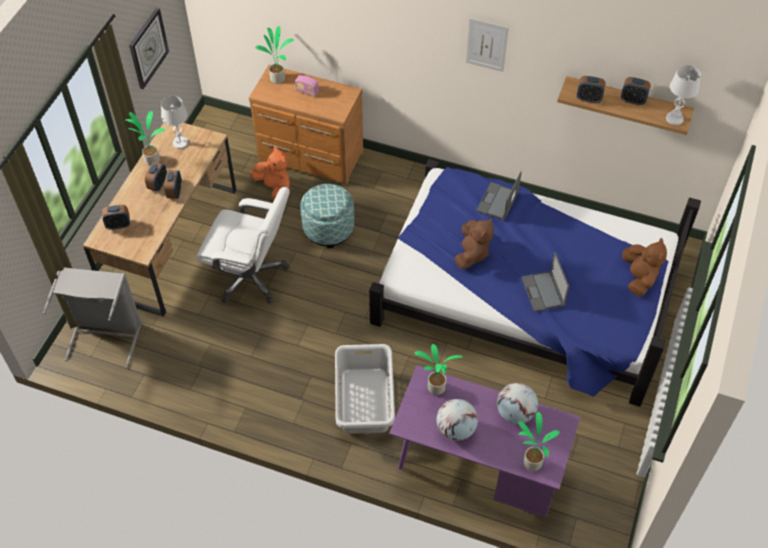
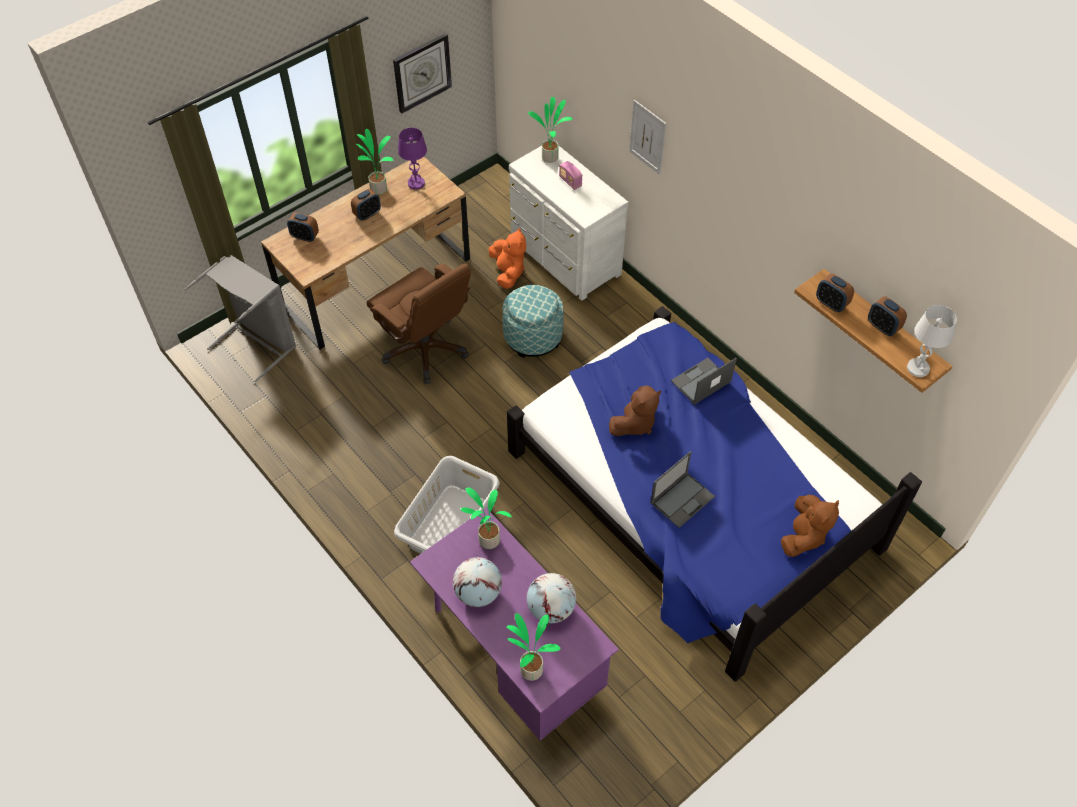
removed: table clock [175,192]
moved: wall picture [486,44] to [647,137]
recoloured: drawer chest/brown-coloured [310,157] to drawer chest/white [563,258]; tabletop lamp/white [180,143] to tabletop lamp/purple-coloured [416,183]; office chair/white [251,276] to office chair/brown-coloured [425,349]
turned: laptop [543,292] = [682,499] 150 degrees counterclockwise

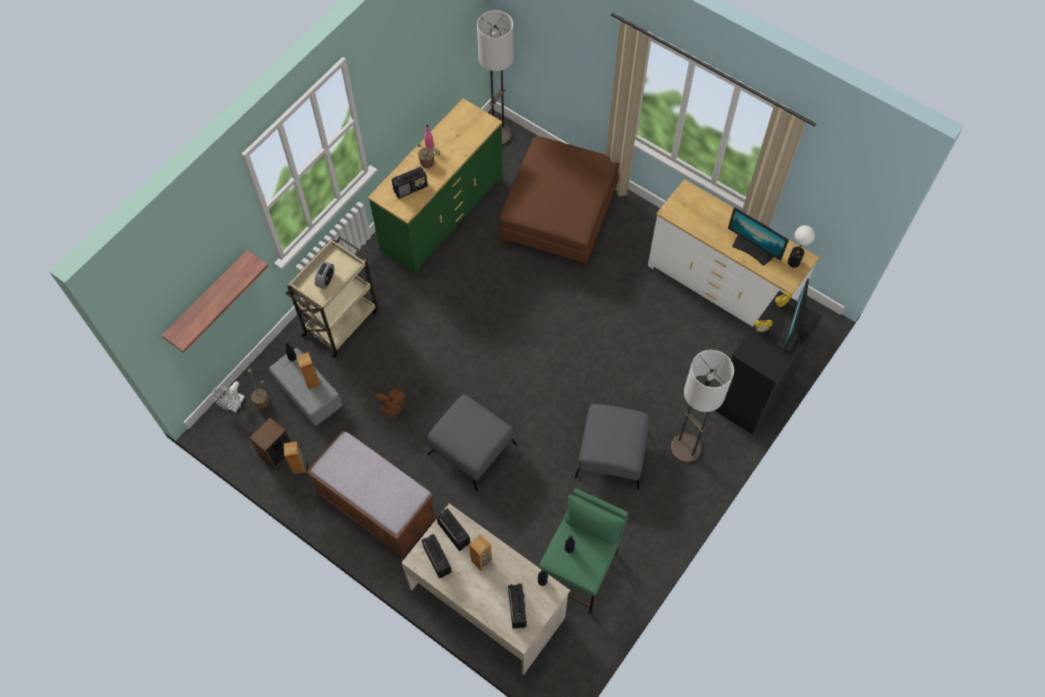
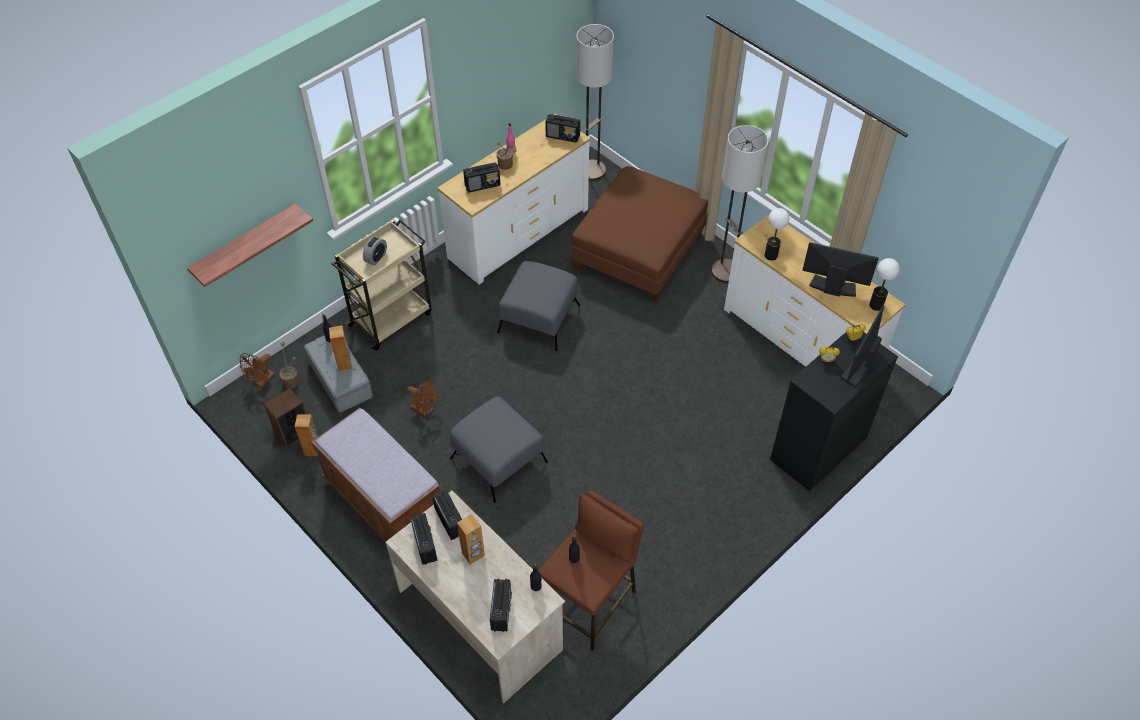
added: radio set [563,136]; tabletop lamp [771,255]
moved: standard lamp [686,448] to [726,271]; ottoman/greyish [611,454] to [538,319]
recoloured: drawer chest/green [441,214] to drawer chest/white [518,233]; cooling fan/white [234,405] to cooling fan/brown-coloured [262,381]; stool/green [579,571] to stool/brown-coloured [589,603]
turned: computer screen [752,249] = [833,287] 150 degrees clockwise

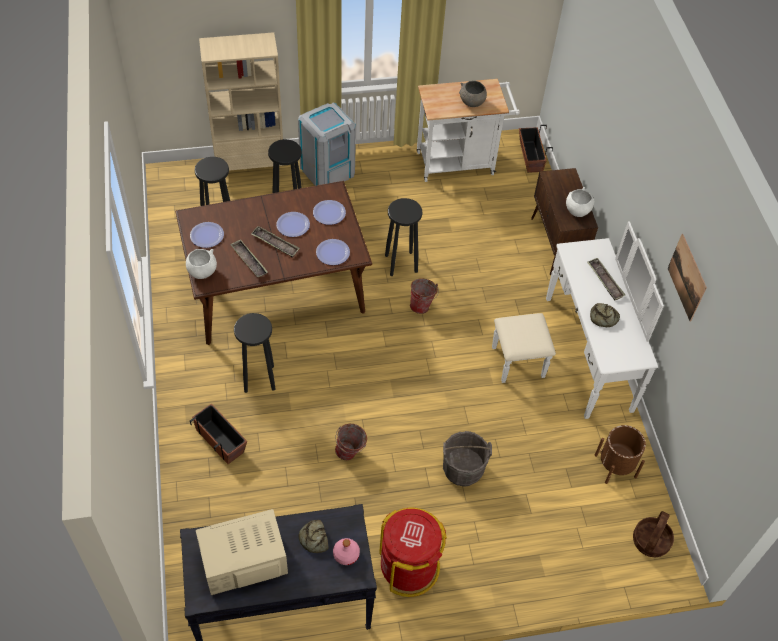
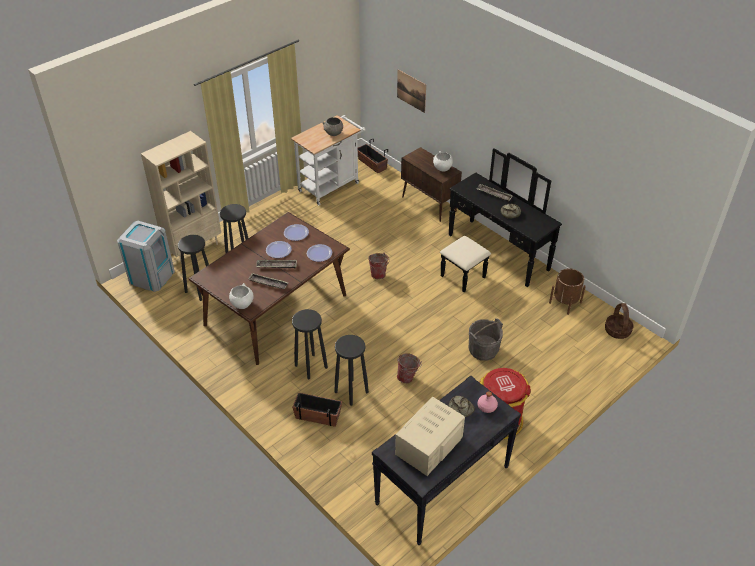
removed: flat dish [207,235]
moved: waste bin/greyish [327,170] to [151,276]; stool/black [401,264] to [351,392]; wall picture [686,277] to [411,91]
recoloured: drawer chest/white [572,355] to drawer chest/black [490,258]

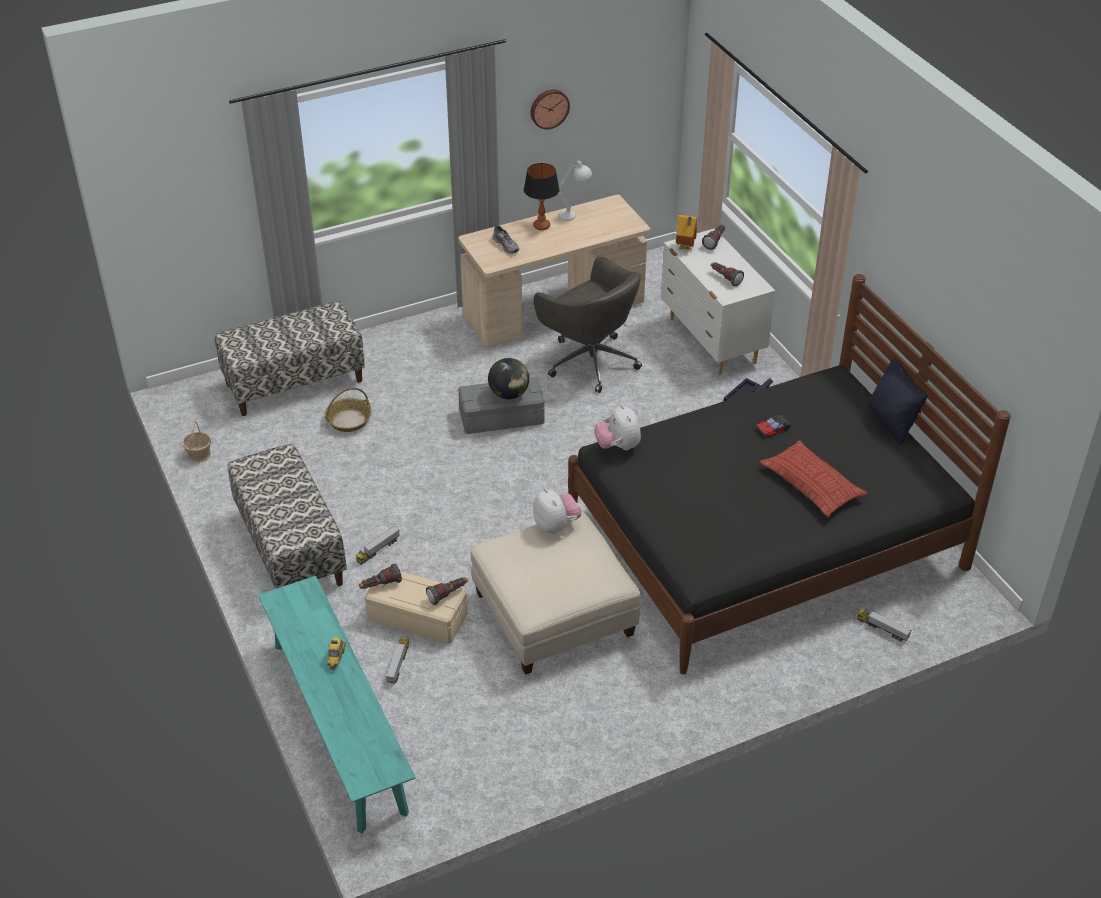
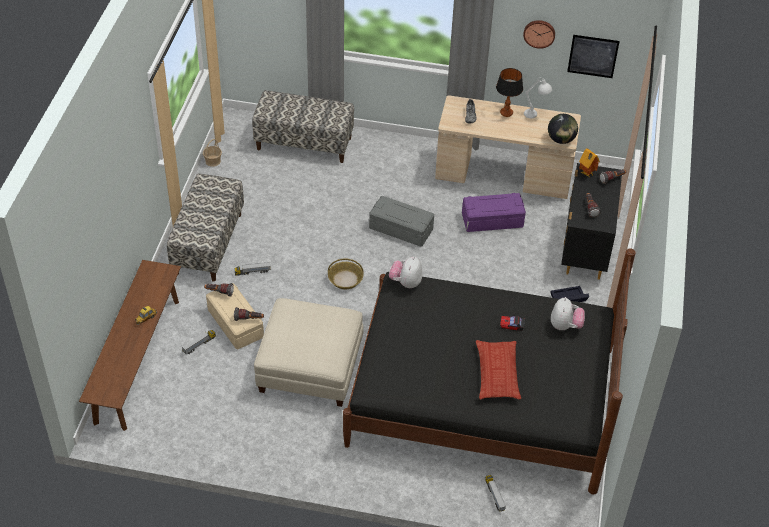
removed: pillow/black [891,423]
added: wall picture [593,56]
moved: desk globe [509,394] to [561,140]; basket [349,420] to [345,279]; soft toy [556,526] to [565,326]
replaced: office chair/greyish [590,361] to storage container/purple-coloured [492,221]
recoloured: drawer chest/white [712,341] to drawer chest/black [585,249]; indoor bench/turquoise [338,726] to indoor bench/brown-coloured [137,360]

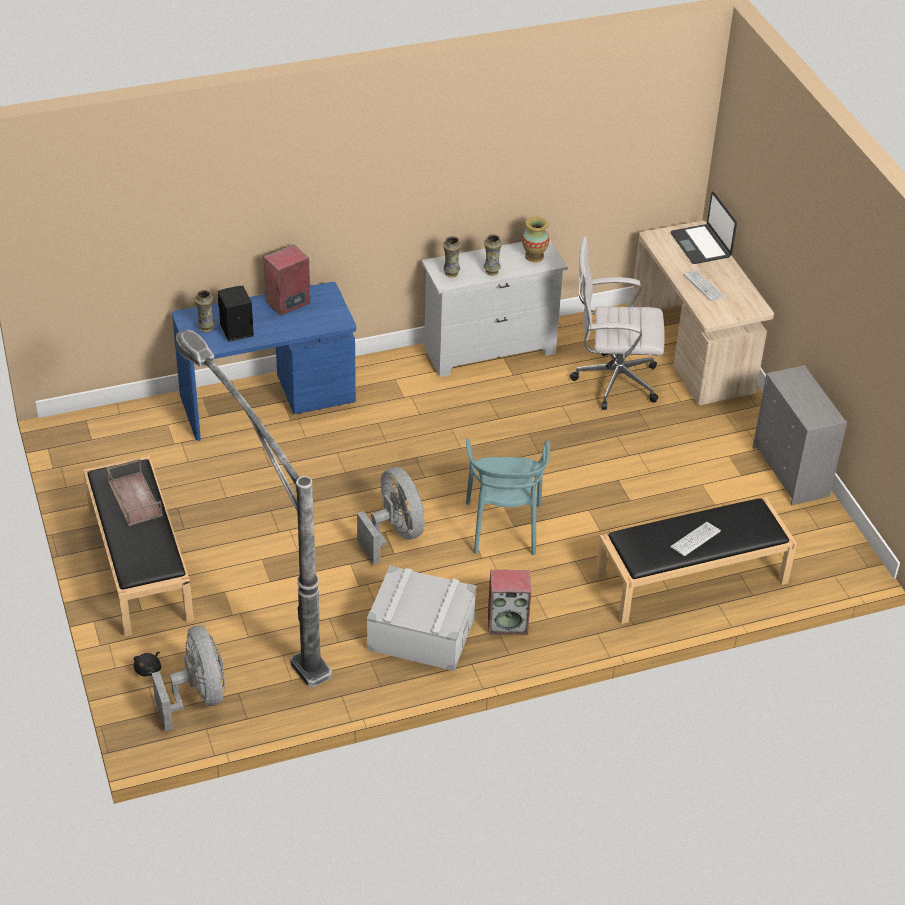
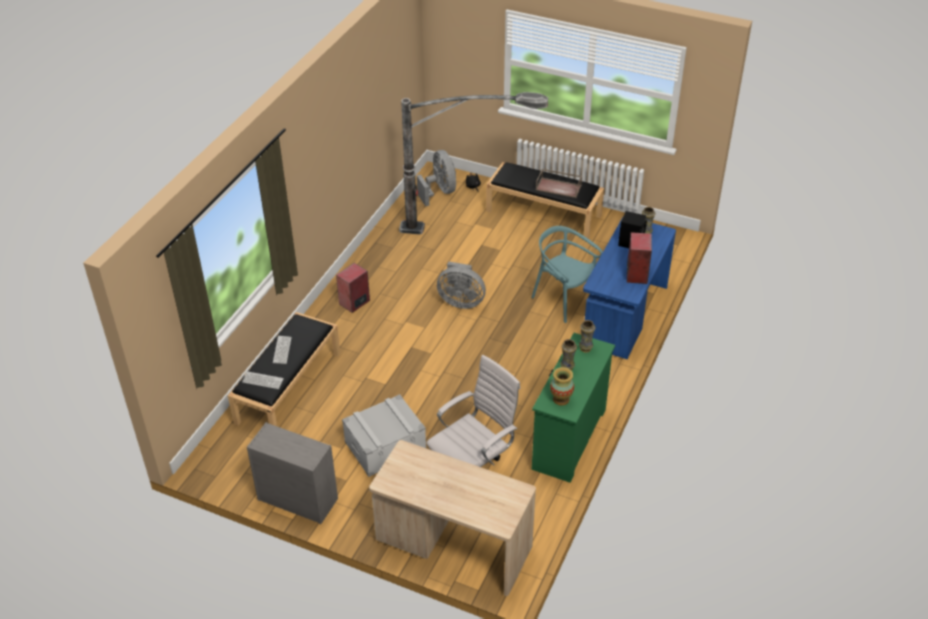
removed: laptop [701,245]
moved: keyboard [703,286] to [263,381]; chair/turquoise [503,527] to [563,299]; storage container/greyish [421,634] to [385,446]
recoloured: drawer chest/white [490,350] to drawer chest/green [569,439]
turned: cooling fan/greyish [198,697] = [440,192] 135 degrees counterclockwise

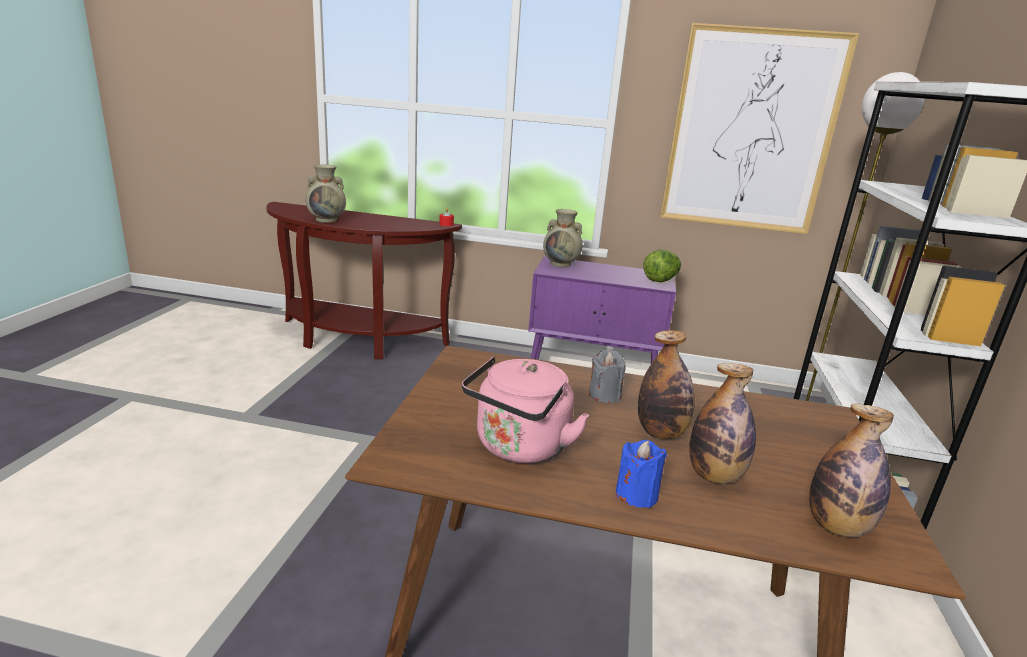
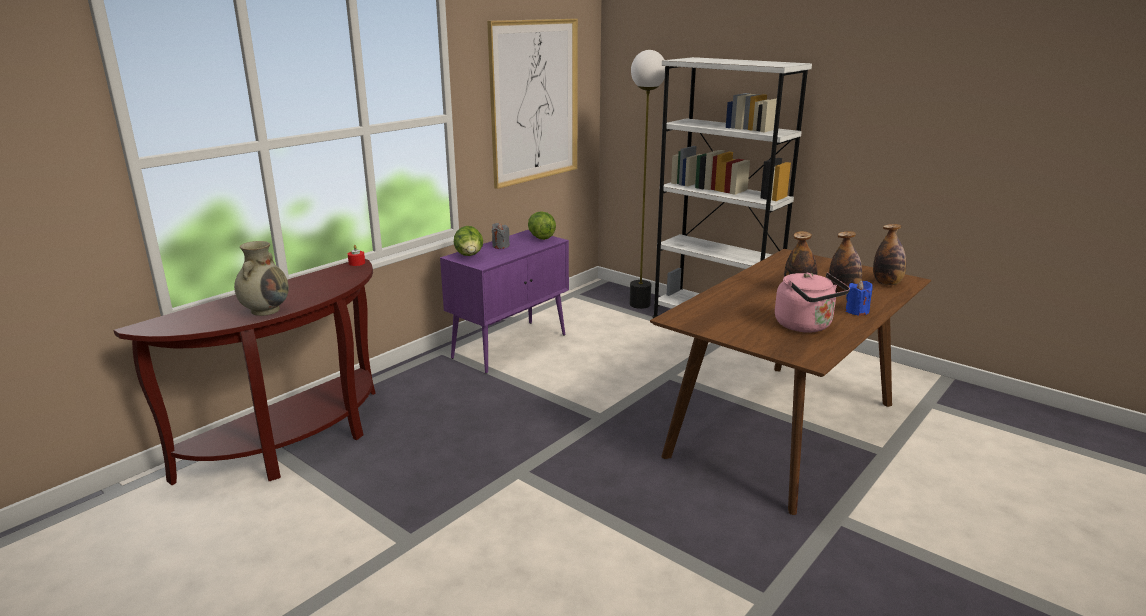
moved: candle/greyish [604,395] to [500,246]
replaced: decorative vase/beige-coloured [561,264] to lettuce head [469,256]

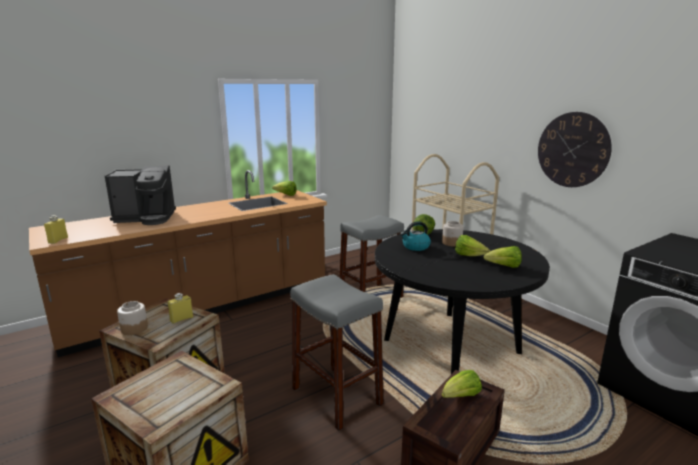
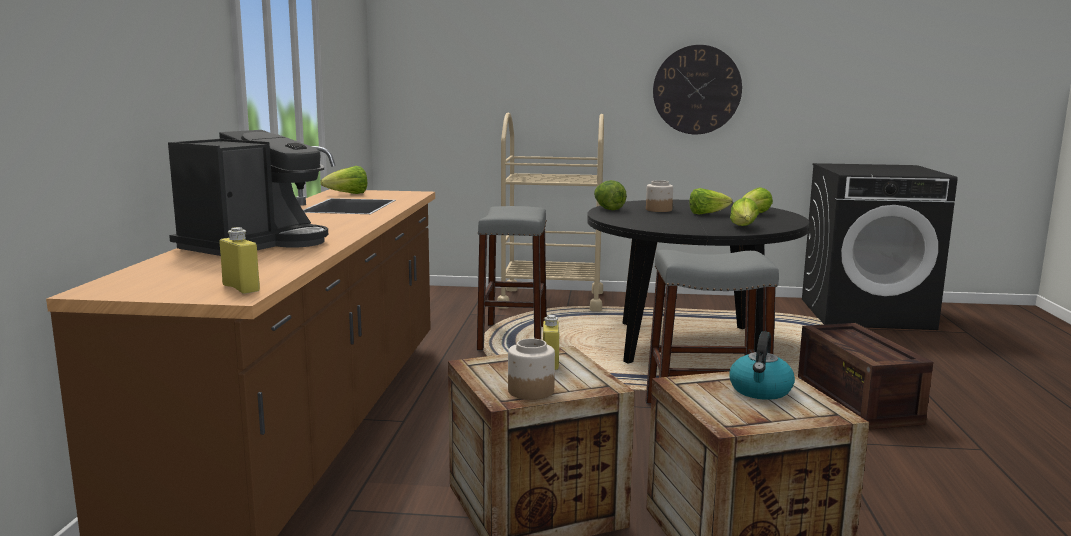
moved: kettle [415,247] to [760,391]; lettuce head [461,397] to [743,227]

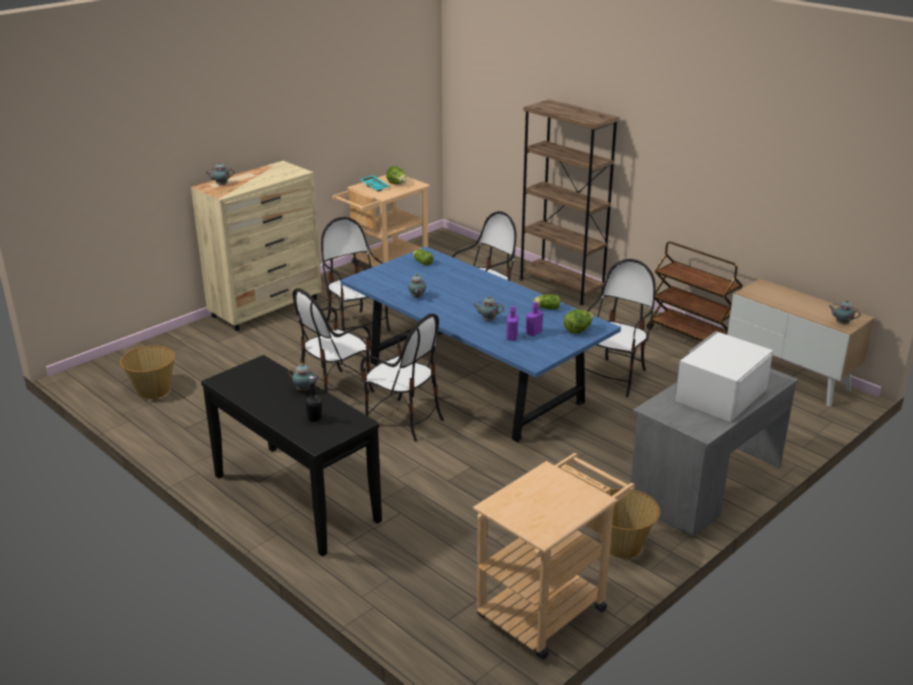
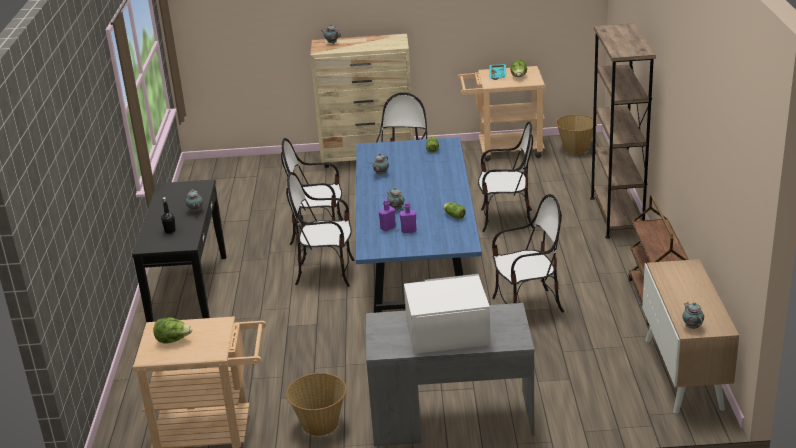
moved: lettuce head [578,330] to [173,340]; basket [153,390] to [575,149]
turned: chair [403,420] = [326,273] 105 degrees clockwise

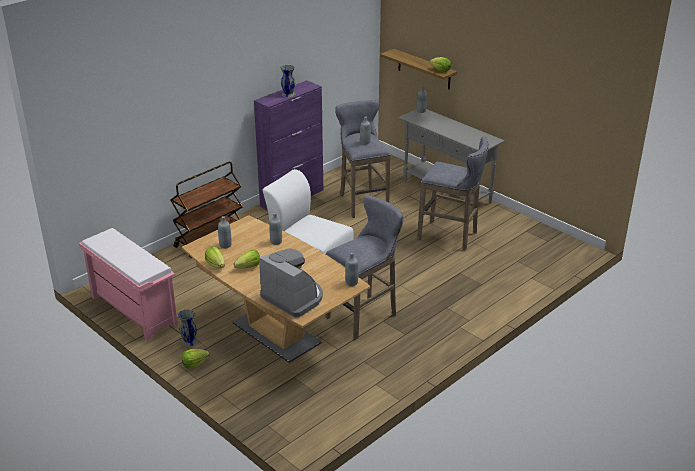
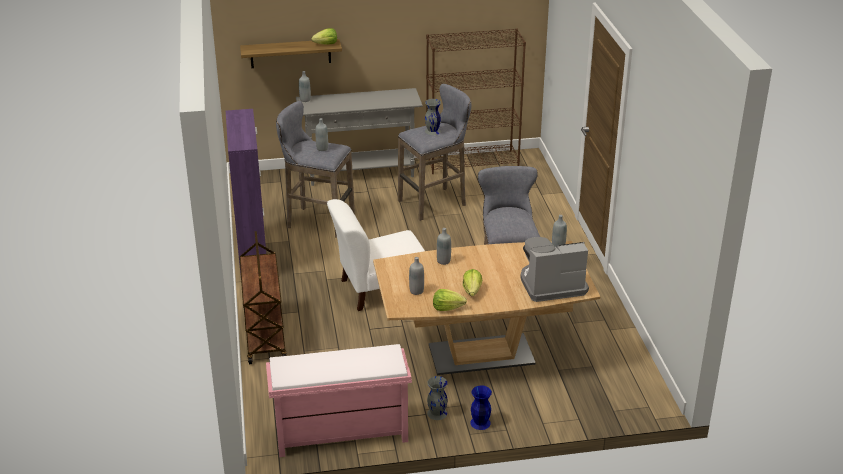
added: bookcase/brown-coloured [473,162]
moved: decorative vase/greyish [288,94] to [432,131]
replaced: lettuce head [194,364] to decorative vase/blue-coloured [480,423]

